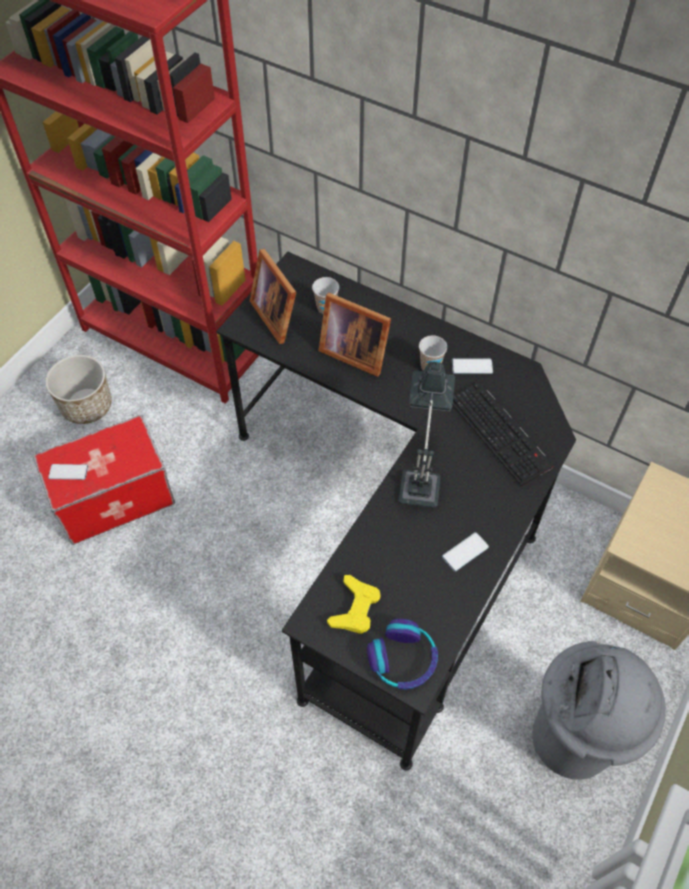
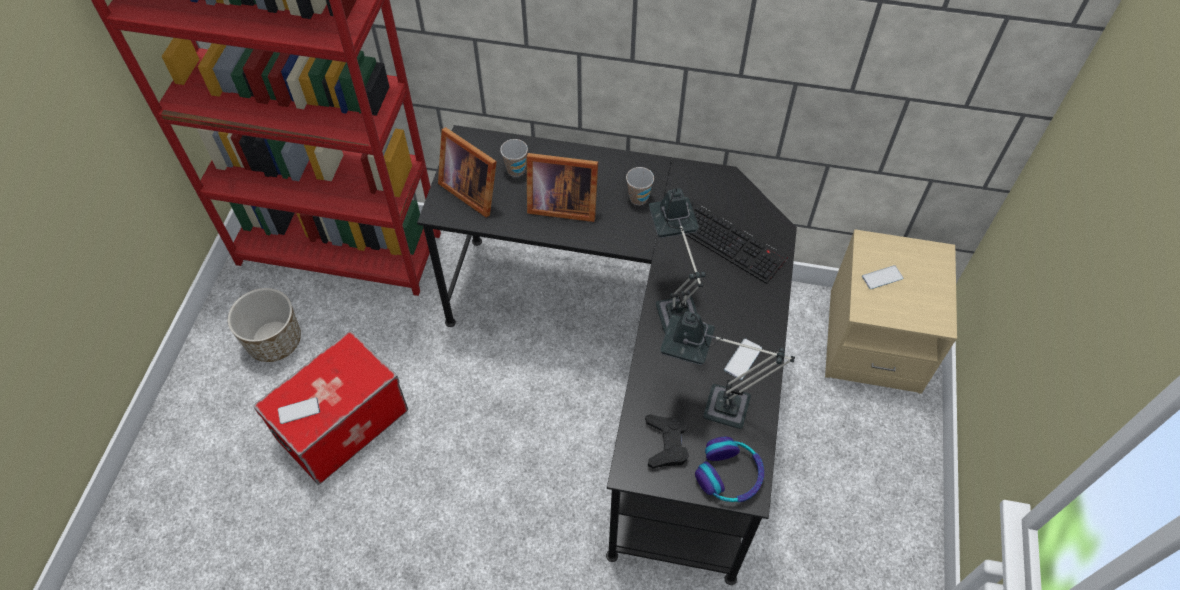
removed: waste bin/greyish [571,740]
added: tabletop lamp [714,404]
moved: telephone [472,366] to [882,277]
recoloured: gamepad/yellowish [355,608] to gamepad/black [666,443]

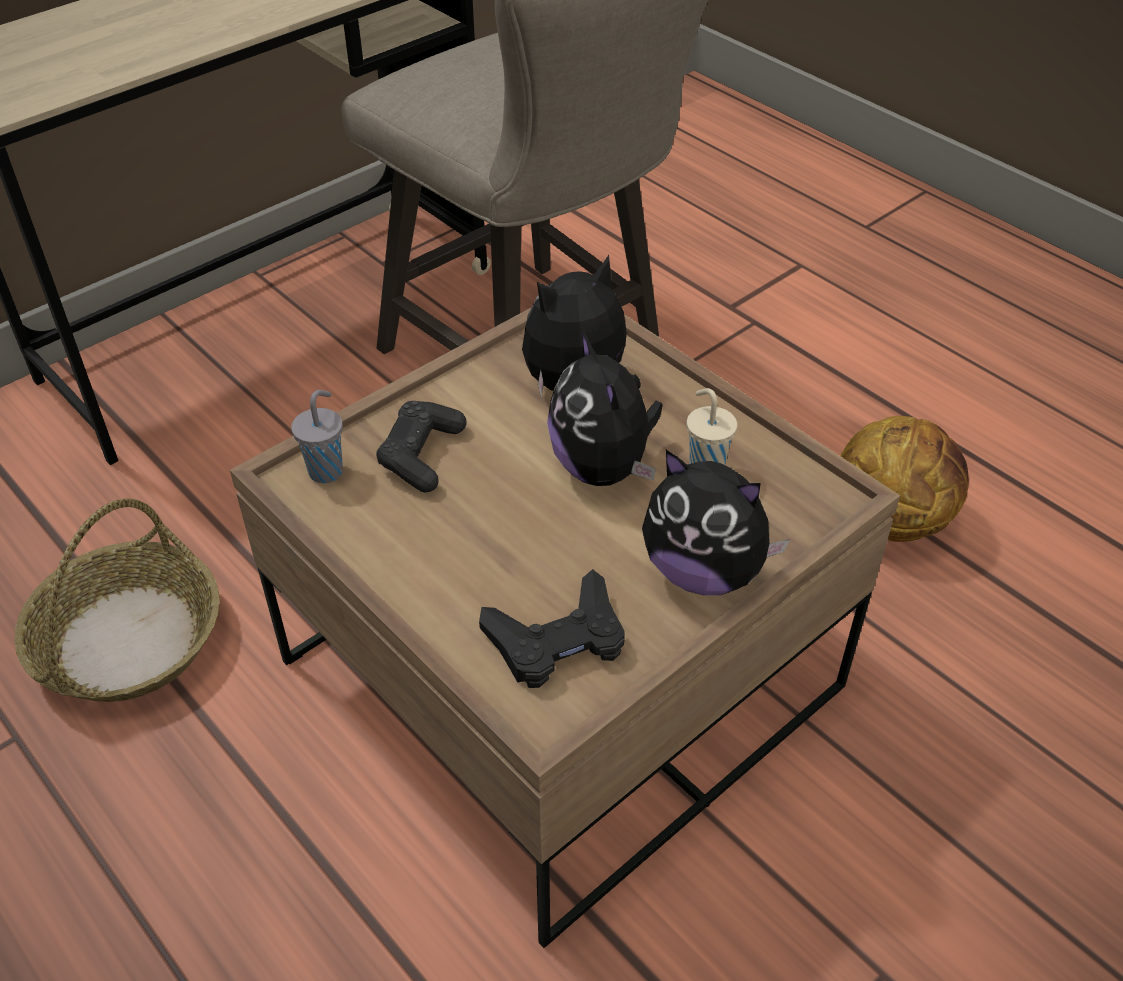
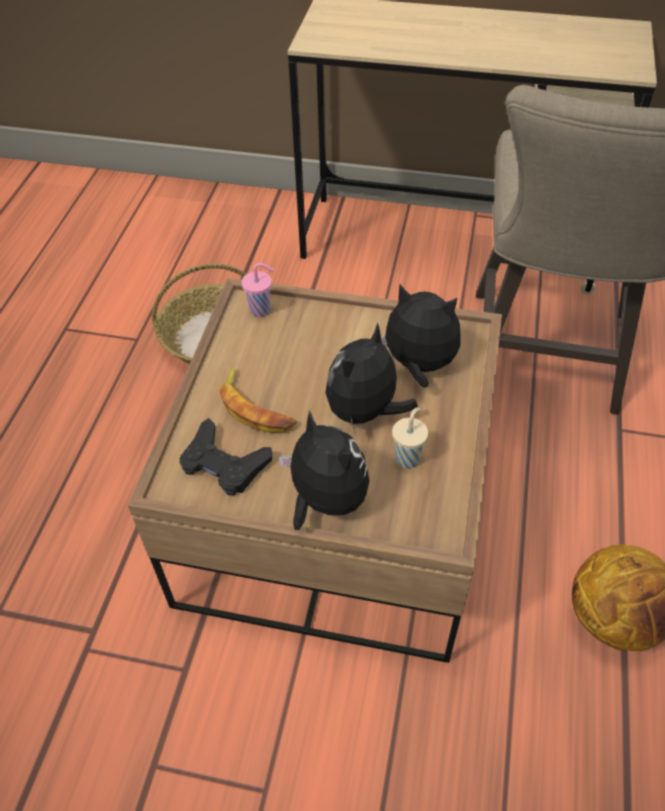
removed: gamepad/black [421,455]
added: banana fruit [255,407]
recoloured: small cup/greyish [327,470] to small cup/pink [261,310]
turned: soft toy [704,571] = [325,500] 150 degrees clockwise

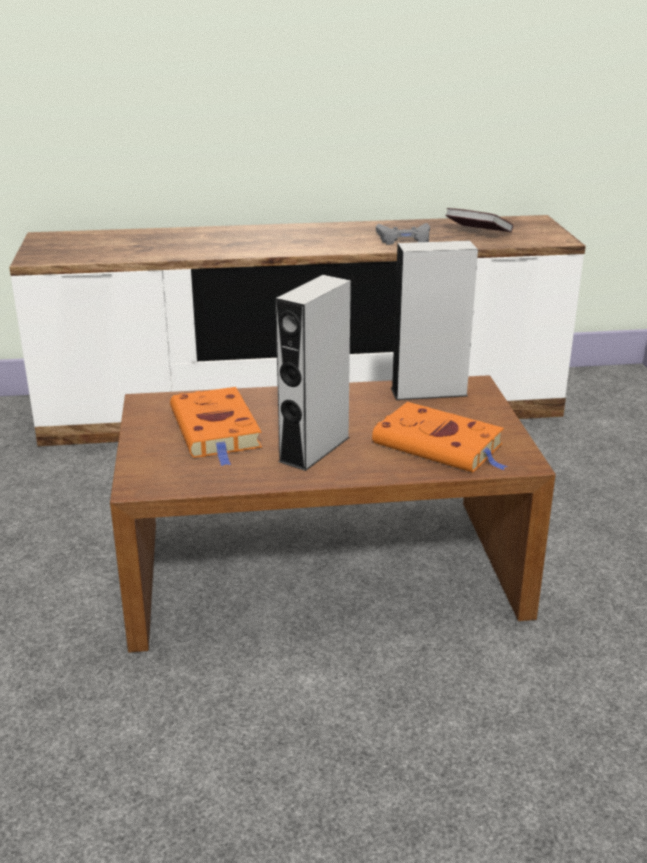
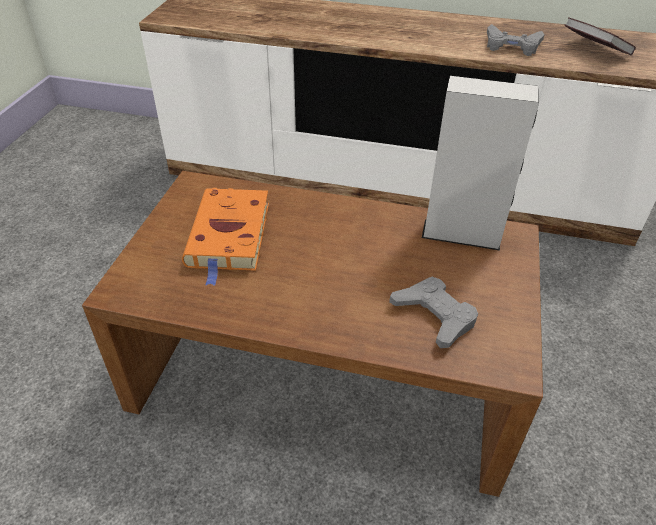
removed: loudspeaker/greyish [314,449]
replaced: bound book/orange [441,445] to gamepad/greyish [434,316]

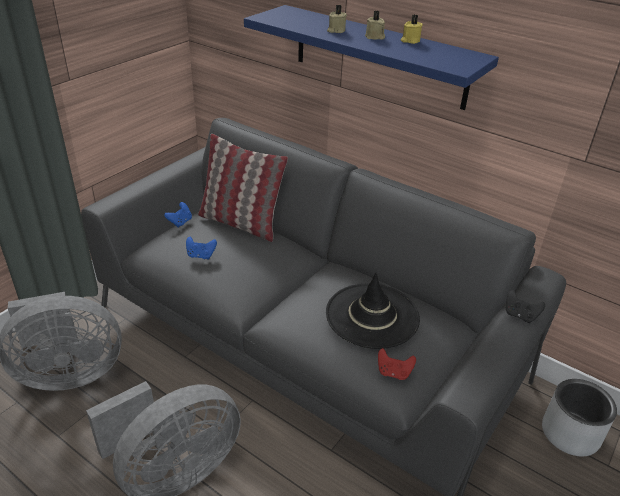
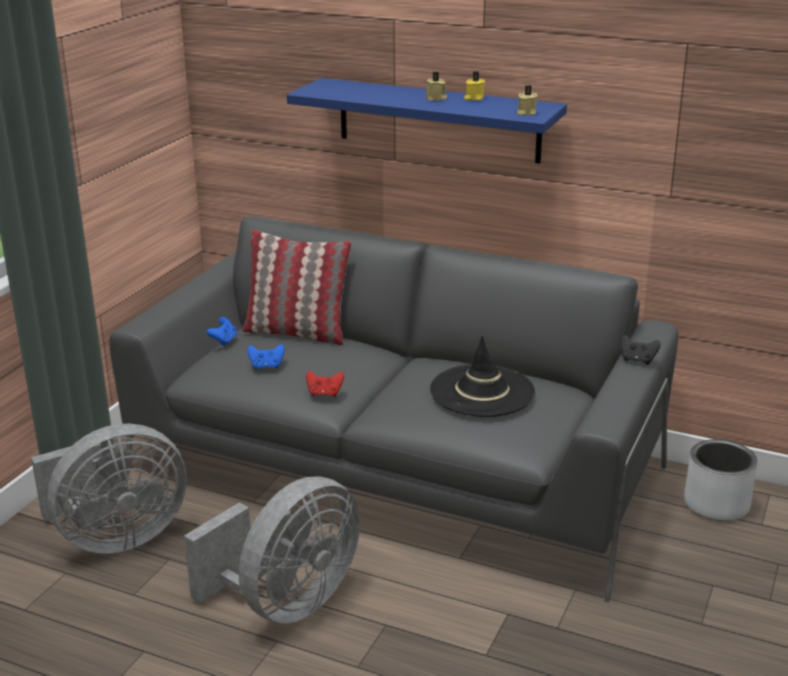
moved: candle/beige-coloured [336,30] to [525,113]; gamepad/reddish [393,372] to [324,393]

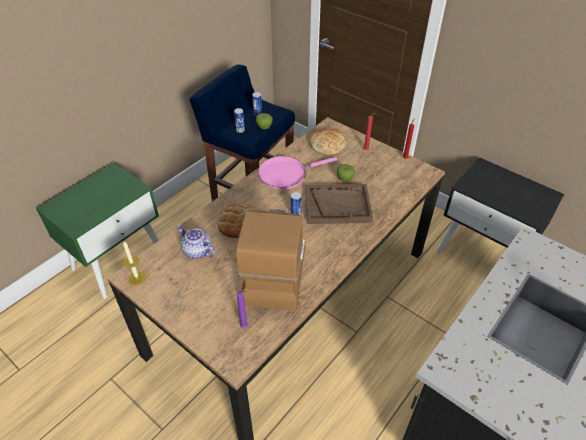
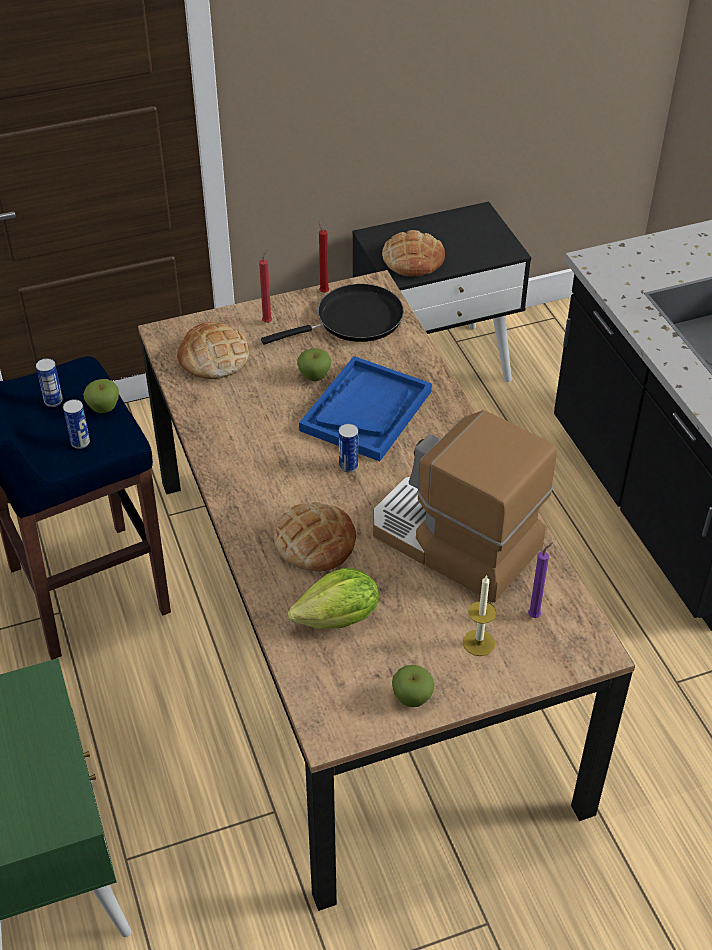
removed: pan/pink [286,174]
added: bread [413,259]; pan/black [353,320]; apple [412,698]
moved: candle [137,278] to [478,643]
replaced: pot for tea [197,251] to lettuce head [339,619]
recoloured: carrying tray/brown-coloured [338,205] to carrying tray/blue-coloured [366,410]

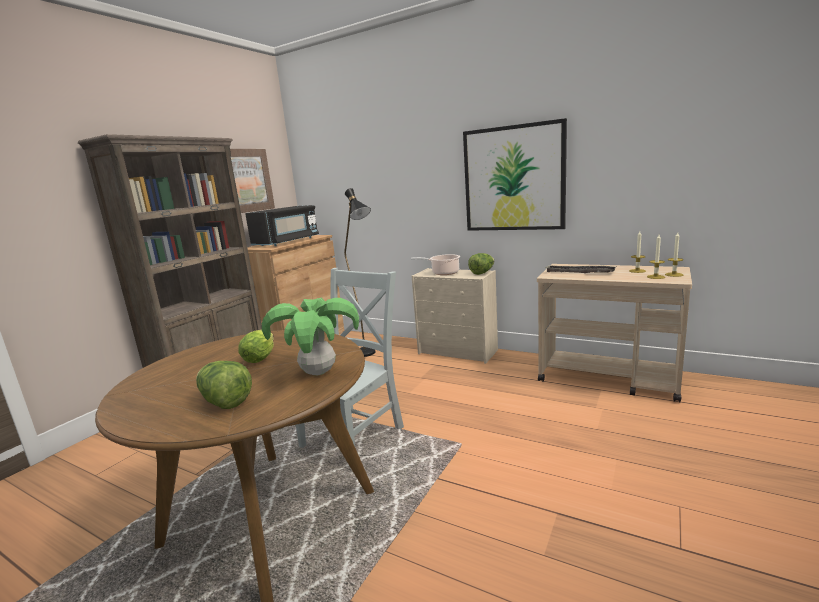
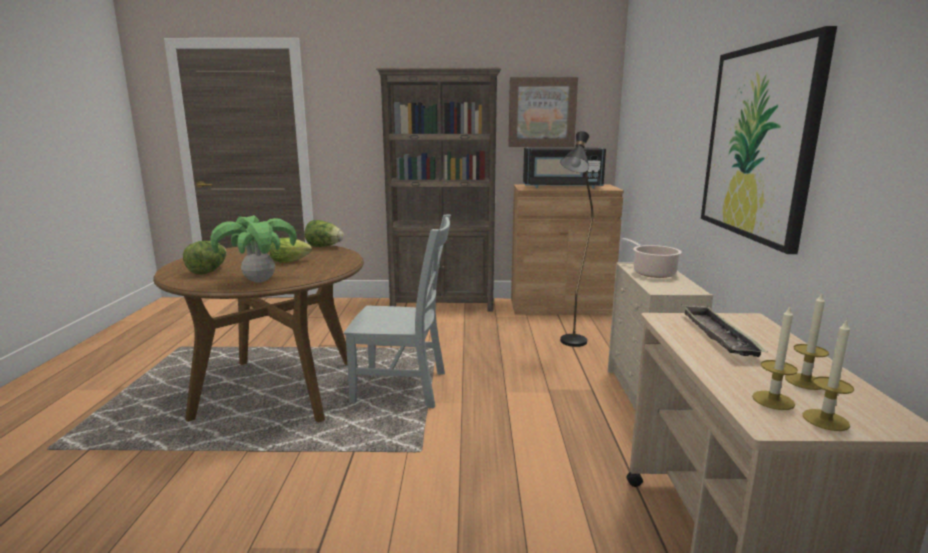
moved: lettuce head [482,272] to [324,246]

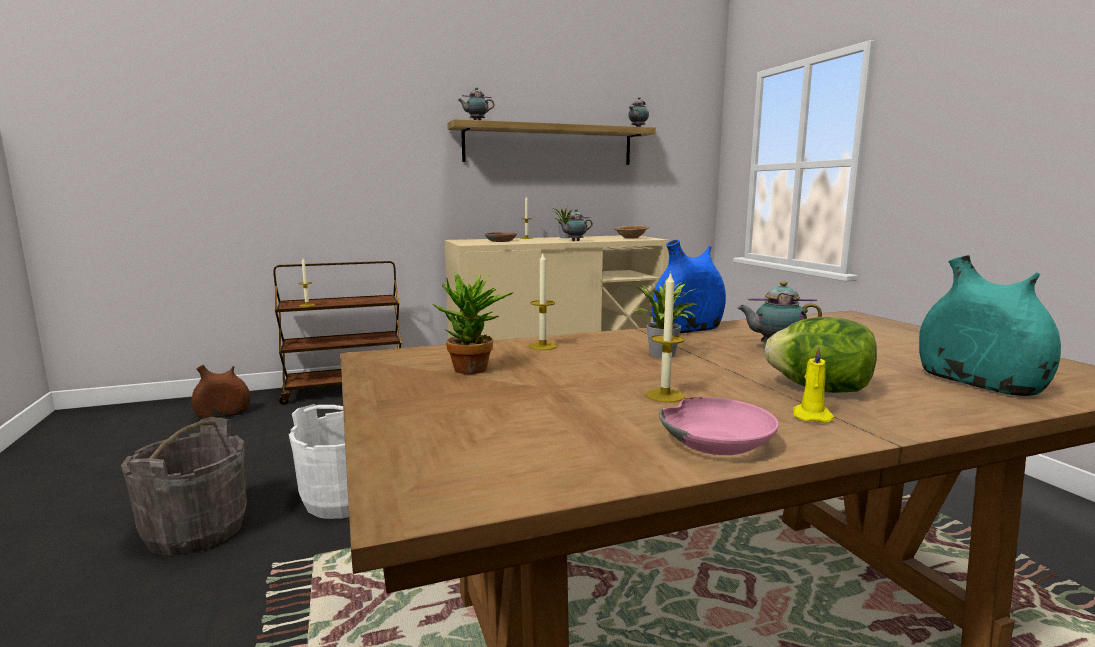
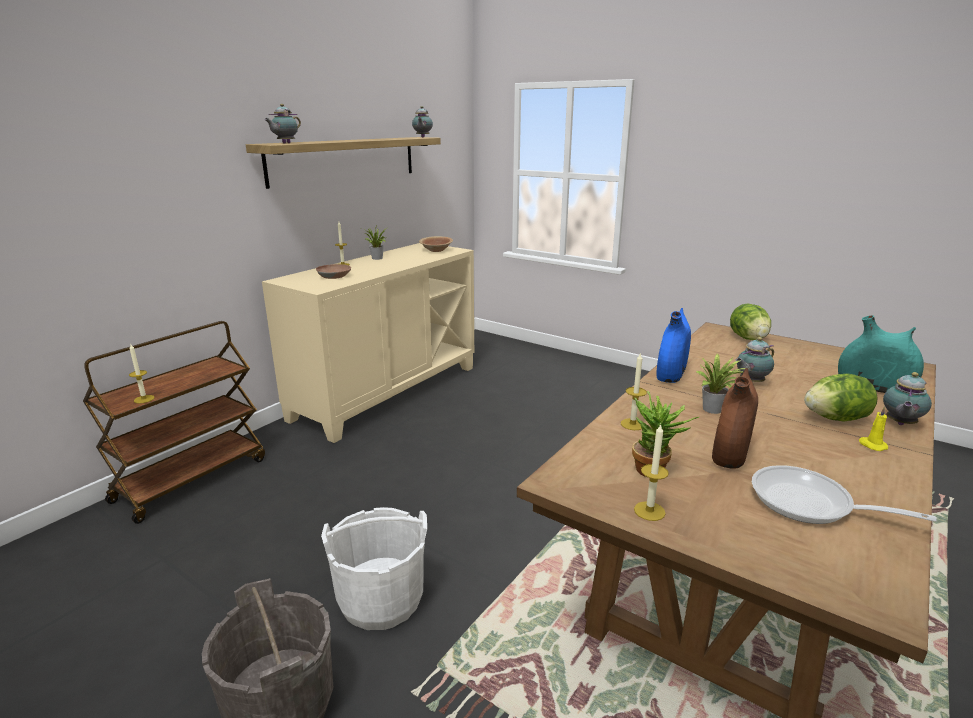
removed: deep dish/pink [718,441]
added: lettuce head [748,338]; pan [810,504]
moved: pot for tea [574,241] to [899,423]; candle [665,395] to [649,511]; decorative vase/brown-coloured [223,415] to [730,452]

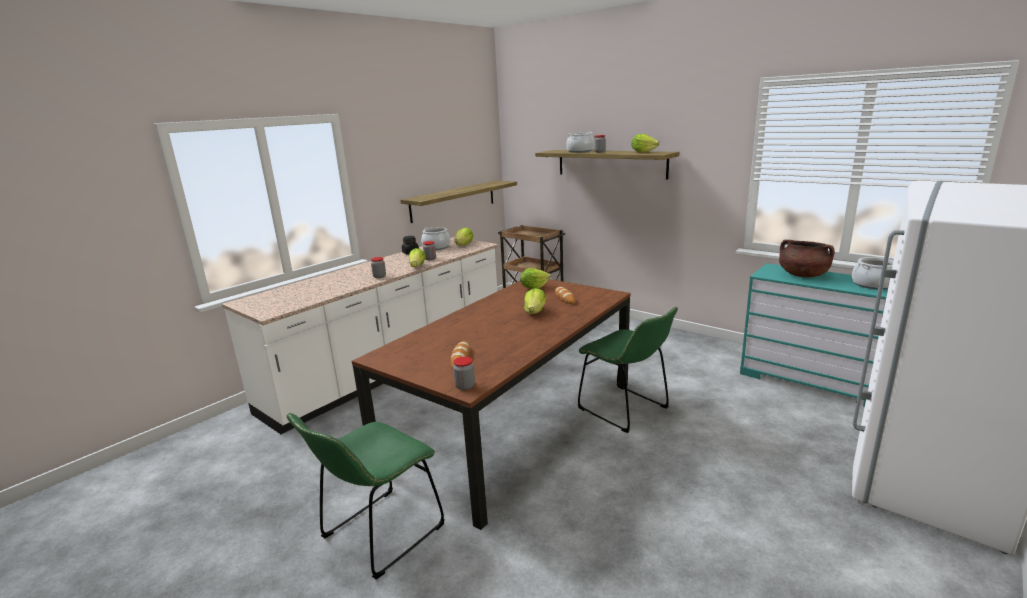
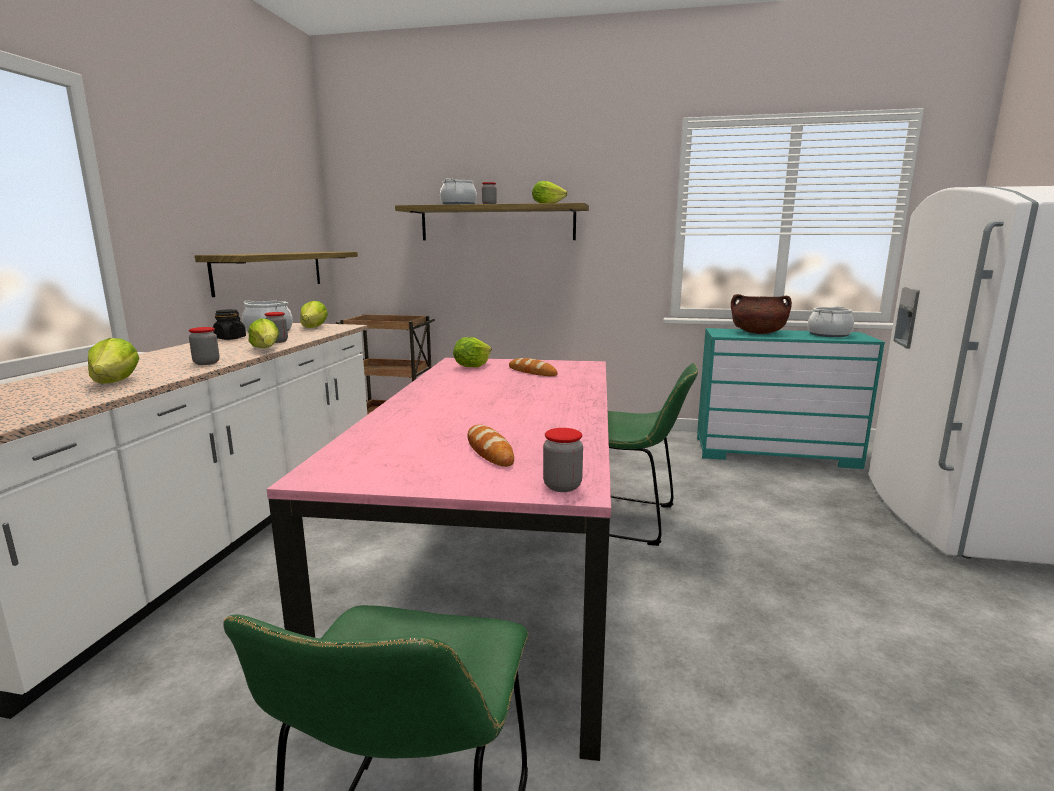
moved: lettuce head [535,312] to [116,382]
recoloured: dining table/brown-coloured [513,424] to dining table/pink [498,573]

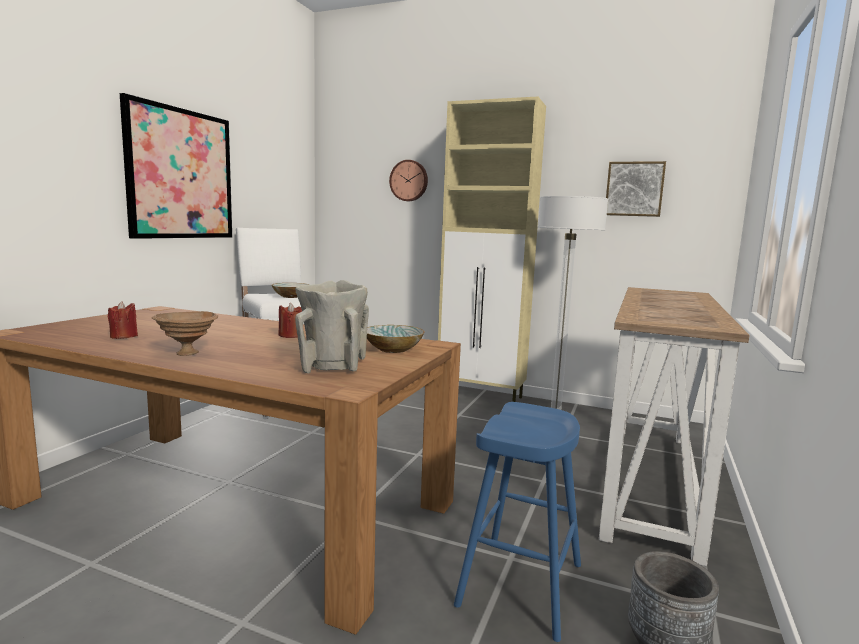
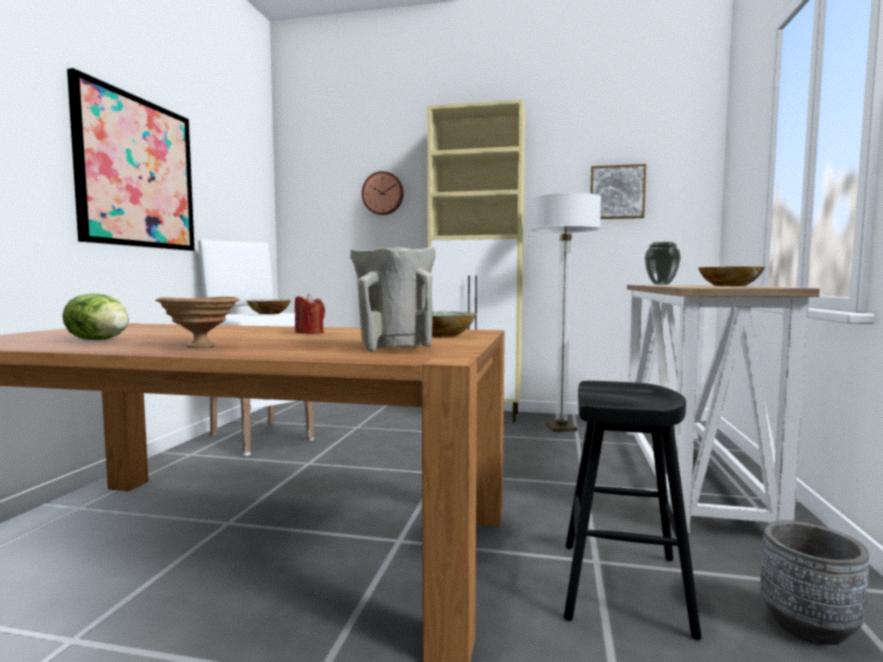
added: decorative vase [660,284]; deep dish [730,286]
replaced: candle/reddish [124,336] to lettuce head [99,340]
recoloured: stool/blue-coloured [521,584] to stool/black [623,586]

